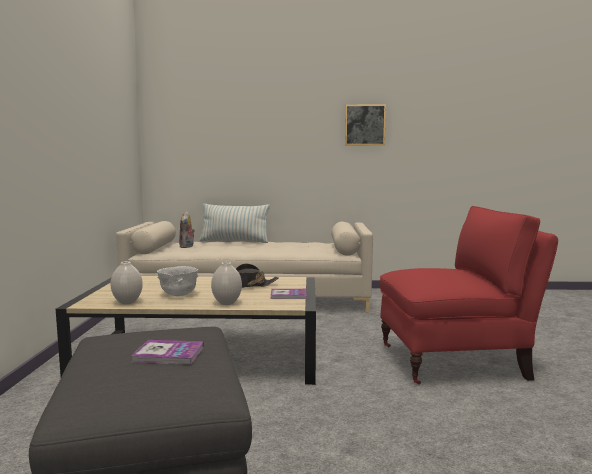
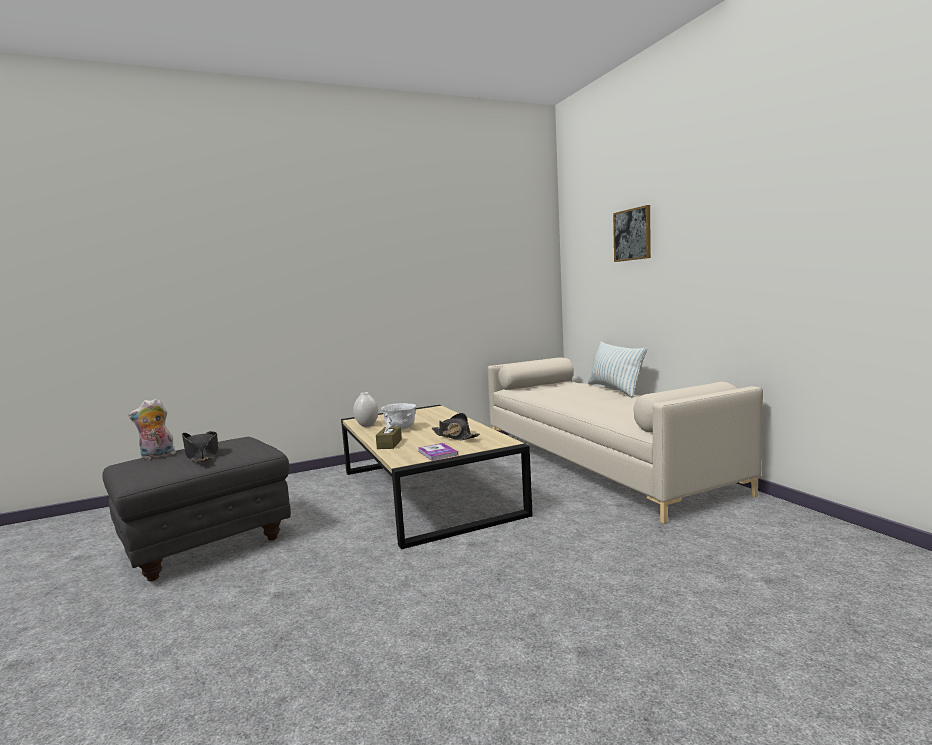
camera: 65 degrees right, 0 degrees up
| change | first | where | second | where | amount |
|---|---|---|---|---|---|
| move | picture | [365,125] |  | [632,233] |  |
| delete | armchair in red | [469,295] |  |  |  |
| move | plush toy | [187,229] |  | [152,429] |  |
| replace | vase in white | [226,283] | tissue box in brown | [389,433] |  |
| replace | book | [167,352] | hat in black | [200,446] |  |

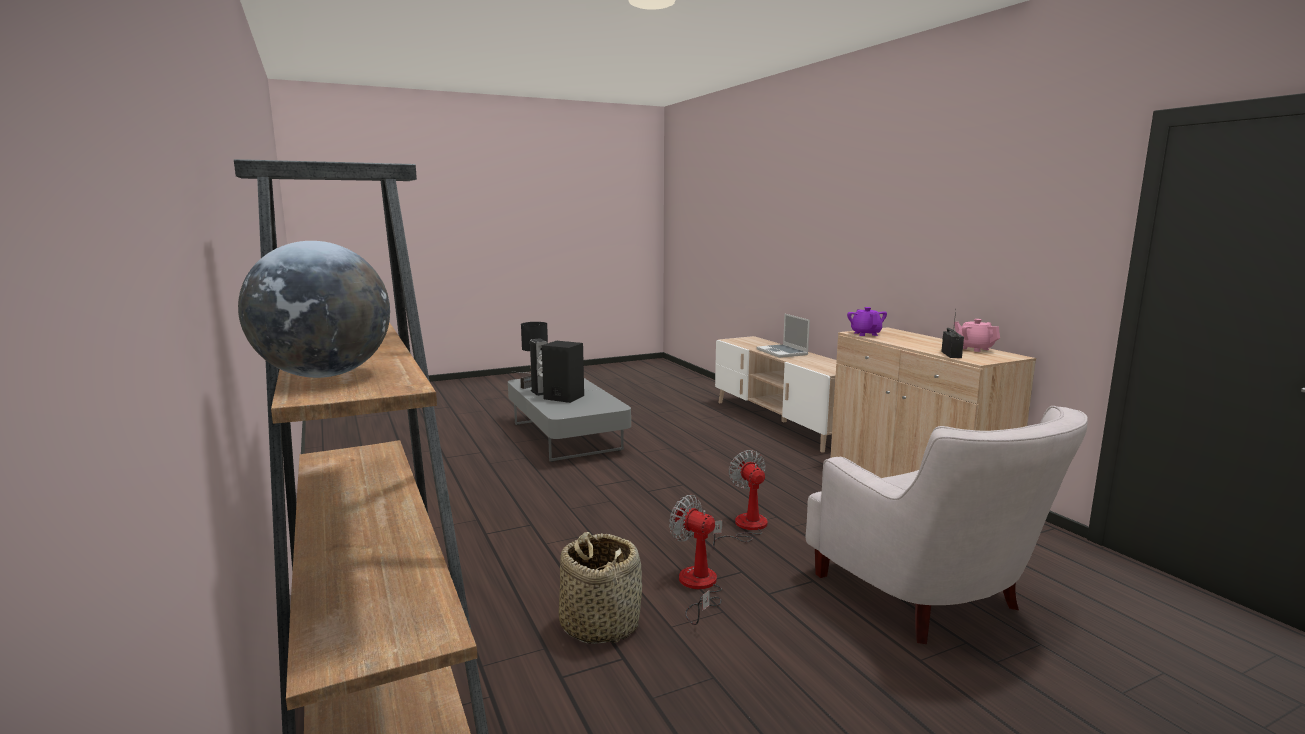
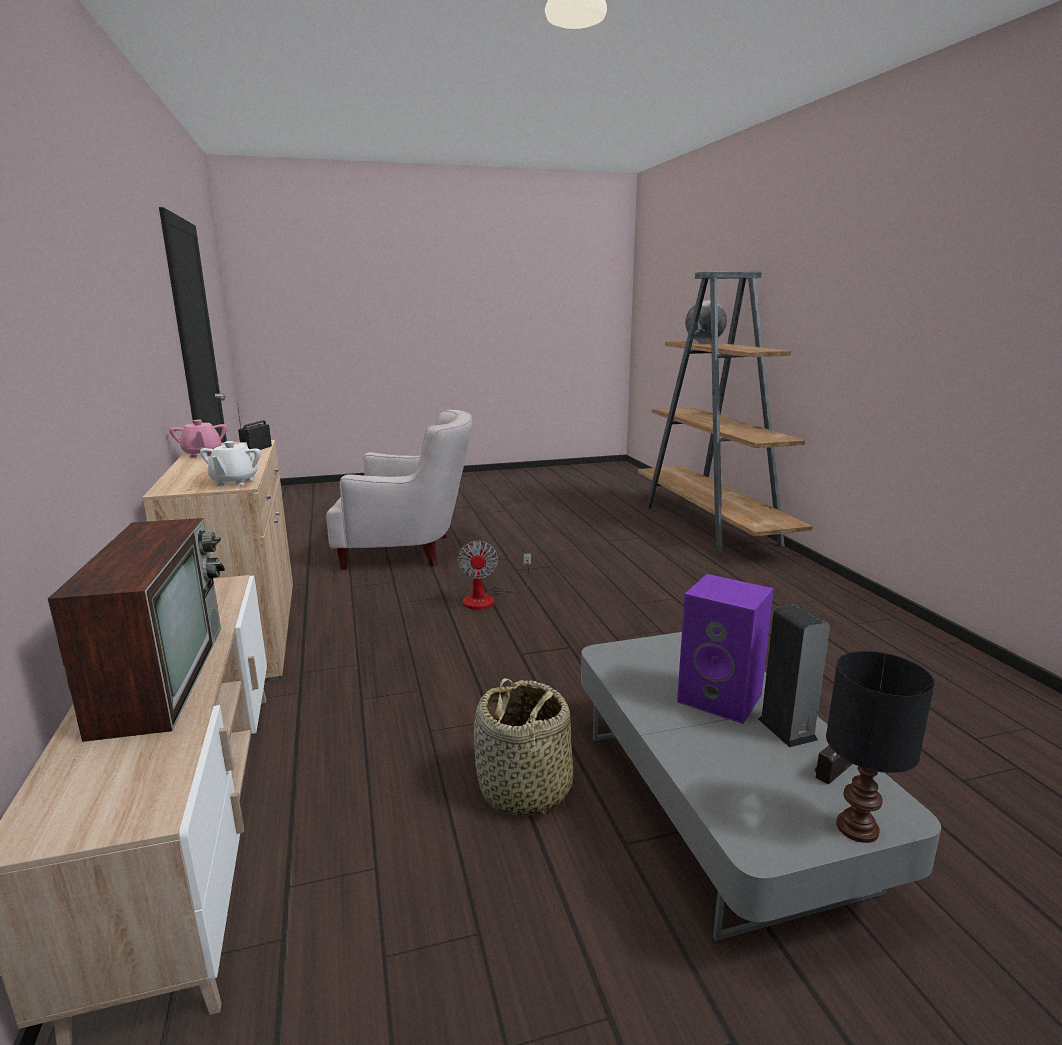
camera: 170 degrees left, 5 degrees up
| change | first | where | second | where | amount |
|---|---|---|---|---|---|
| recolor | teapot in purple | [867,321] | teapot in white | [230,463] |  |
| replace | laptop | [783,336] | television | [136,630] |  |
| recolor | speaker in black | [563,372] | speaker in purple | [725,649] |  |
| rotate | armchair in white | [947,525] |  | [399,489] | 105 degrees clockwise |
| delete | fan | [695,560] |  |  |  |
| move | basket | [600,588] |  | [523,746] |  |

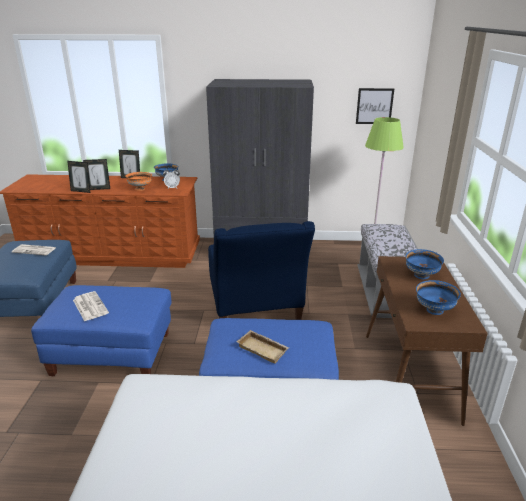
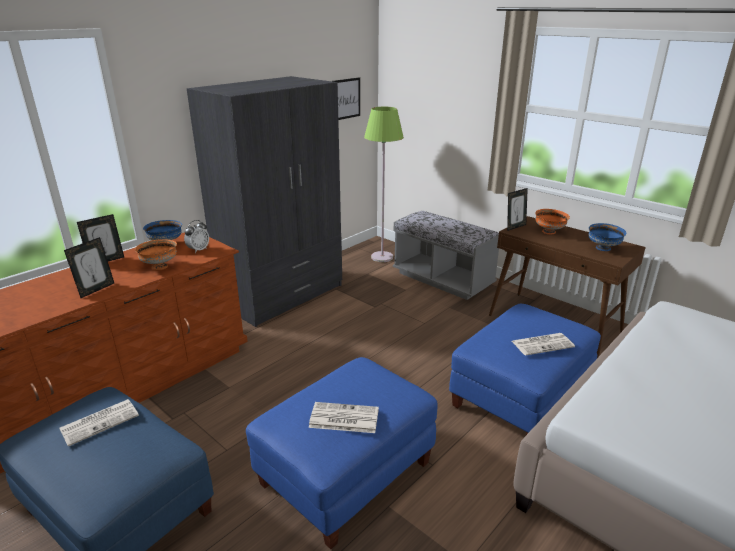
camera: 50 degrees left, 0 degrees up
| change | first | where | second | where | amount |
|---|---|---|---|---|---|
| move | picture frame | [78,177] |  | [517,209] |  |
| delete | armchair in blue | [261,270] |  |  |  |
| recolor | bowl in blue | [425,264] | bowl in orange | [552,222] |  |
| replace | tray in beige | [262,347] | newspaper | [543,344] |  |

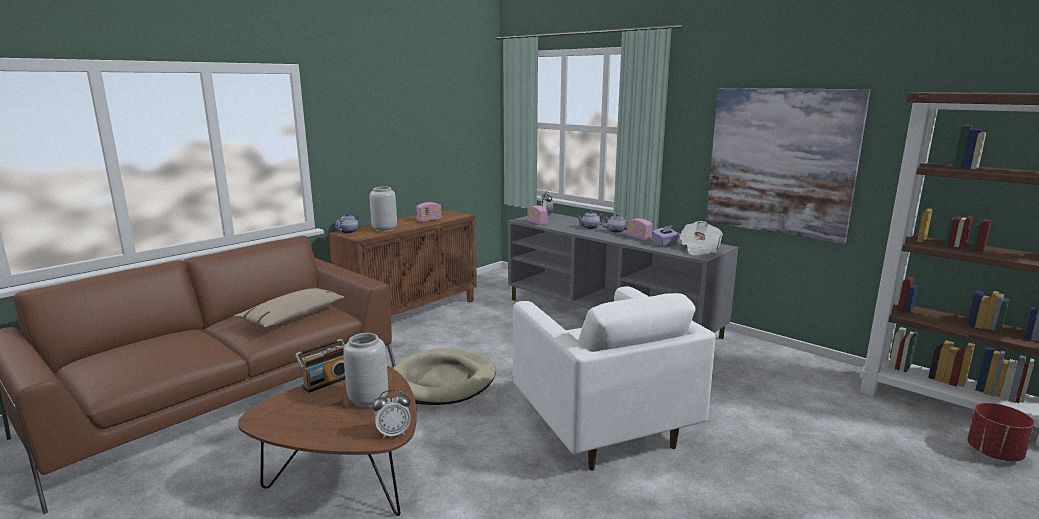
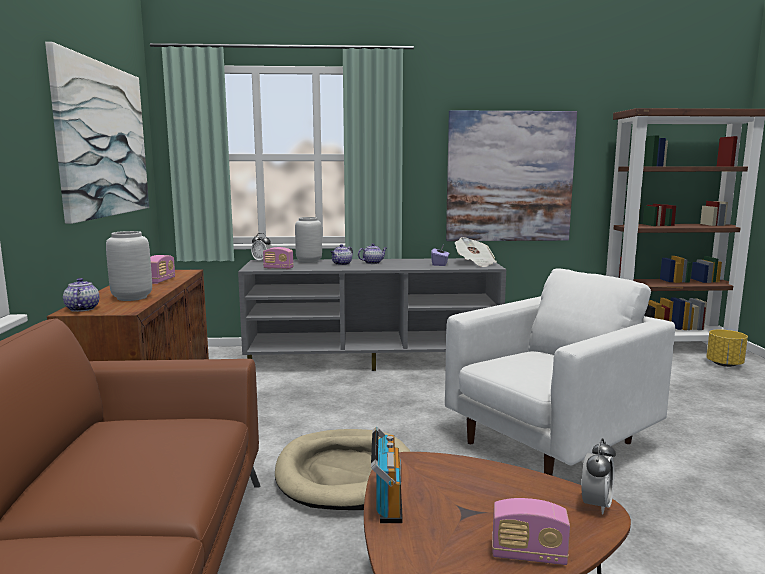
camera: 45 degrees left, 5 degrees down
| change | first | where | second | where | amount |
|---|---|---|---|---|---|
| move | radio | [640,229] |  | [531,531] |  |
| rotate | armchair in white | [614,378] |  | [560,372] | 60 degrees counterclockwise |
| delete | pillow in beige | [289,307] |  |  |  |
| move | vase in grey | [365,370] |  | [308,240] |  |
| recolor | planter in red | [1001,432] | planter in yellow | [727,348] |  |
| insert |  |  | picture | [97,133] |  |

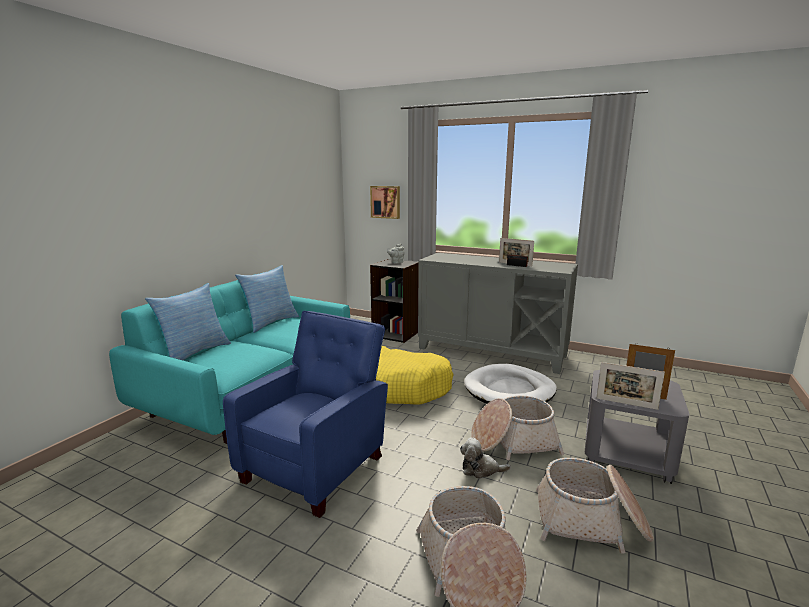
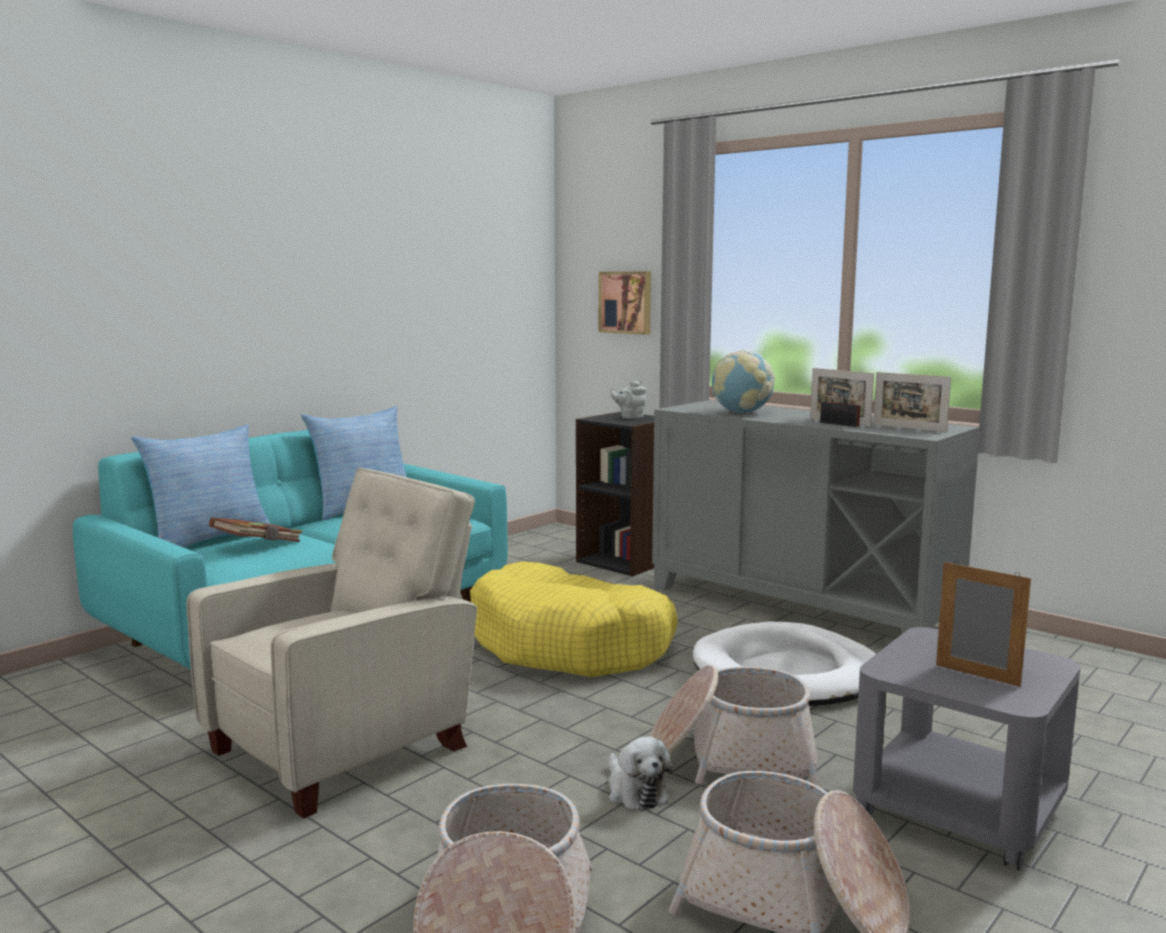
camera: 15 degrees right, 5 degrees down
| change | first | where | second | where | amount |
|---|---|---|---|---|---|
| recolor | armchair in blue | [305,414] | armchair in beige | [332,642] |  |
| move | picture frame | [630,386] |  | [912,402] |  |
| rotate | plush toy | [485,458] |  | [640,773] | 135 degrees counterclockwise |
| insert |  |  | globe | [743,381] |  |
| insert |  |  | book in brown | [255,529] |  |

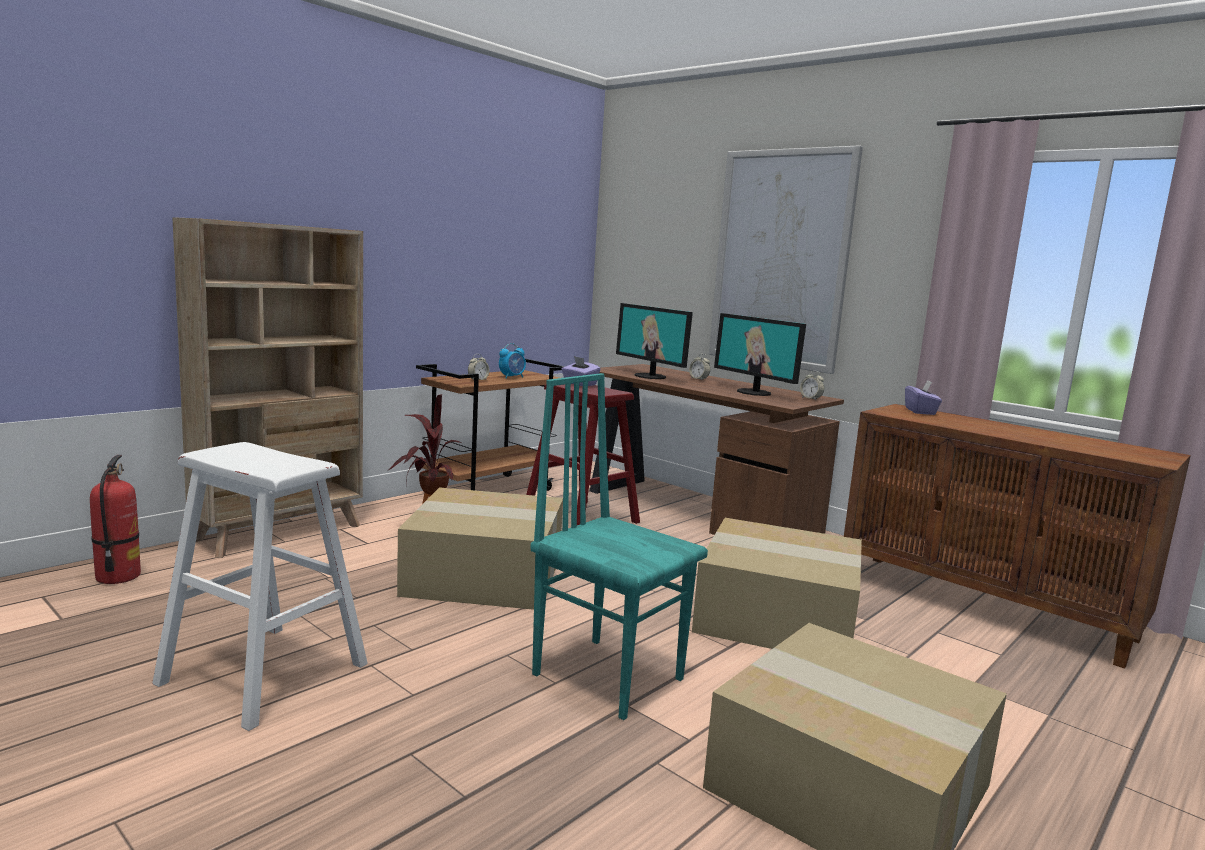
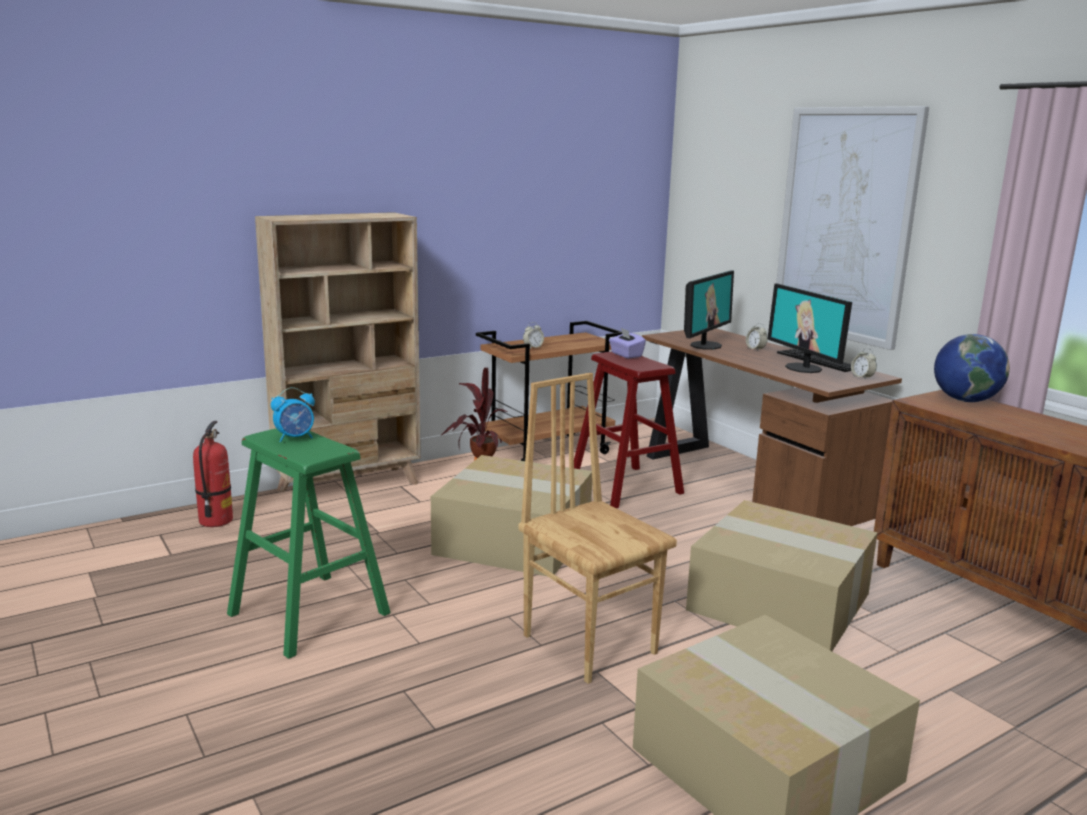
camera: 15 degrees right, 5 degrees up
| change | first | where | second | where | amount |
|---|---|---|---|---|---|
| rotate | monitor | [654,341] |  | [709,309] | 120 degrees counterclockwise |
| move | alarm clock | [512,360] |  | [293,414] |  |
| recolor | chair in turquoise | [619,546] | chair in brown | [597,528] |  |
| replace | tissue box in purple | [923,397] | globe | [972,368] |  |
| recolor | stool in white | [260,586] | stool in green | [309,543] |  |
| insert |  |  | keyboard | [814,360] |  |

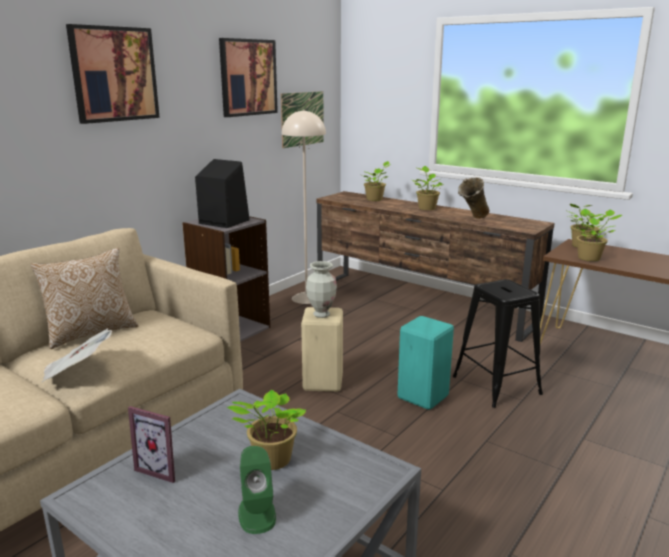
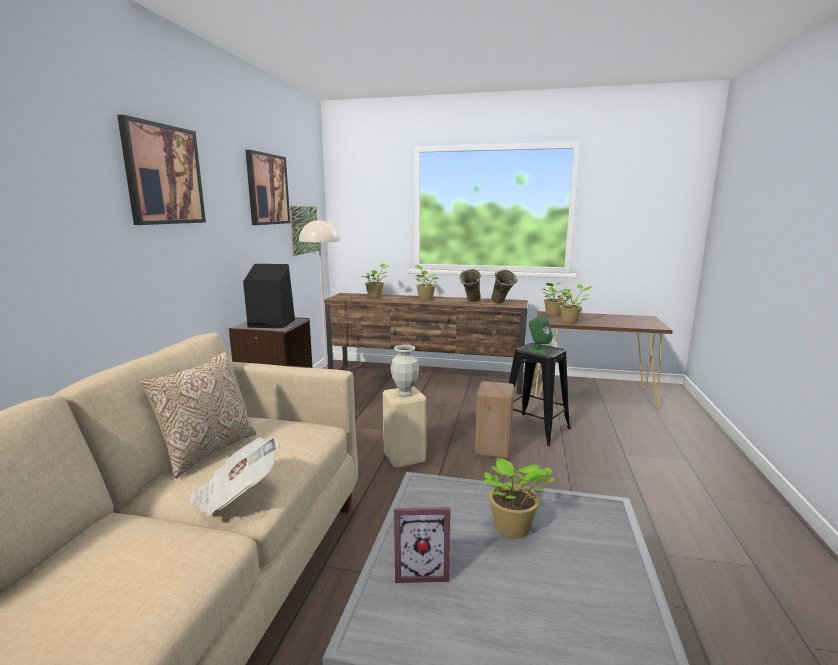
camera: 25 degrees left, 5 degrees down
| change | first | where | second | where | amount |
|---|---|---|---|---|---|
| recolor | stool in turquoise | [425,363] | stool in beige | [494,420] |  |
| move | speaker in green | [257,490] |  | [540,334] |  |
| insert |  |  | vase in beige | [504,286] |  |

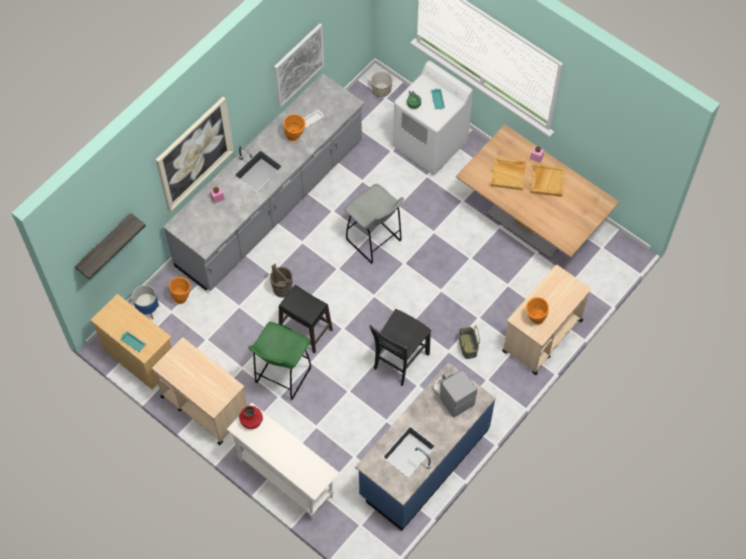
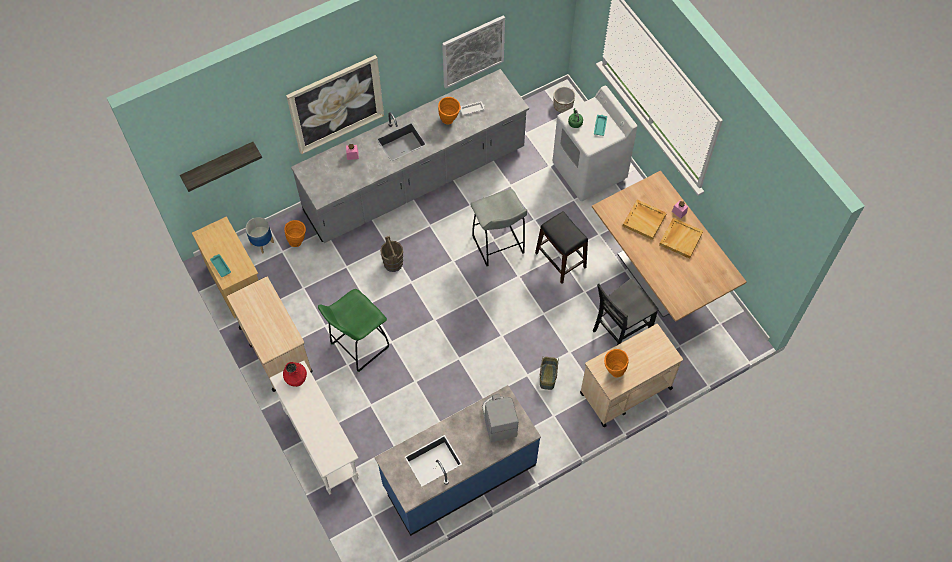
camera: 20 degrees right, 0 degrees up
| change | first | where | second | where | amount |
|---|---|---|---|---|---|
| move | stool in black | [306,319] |  | [561,247] |  |
| move | chair in black | [400,347] |  | [625,312] |  |

